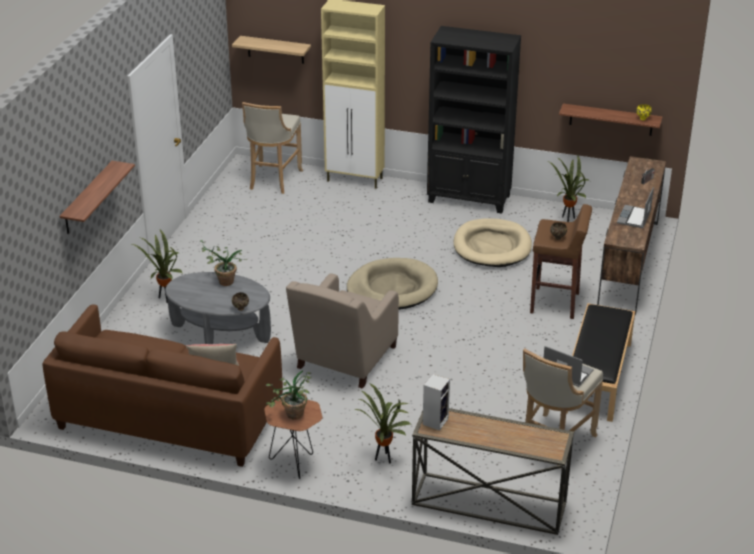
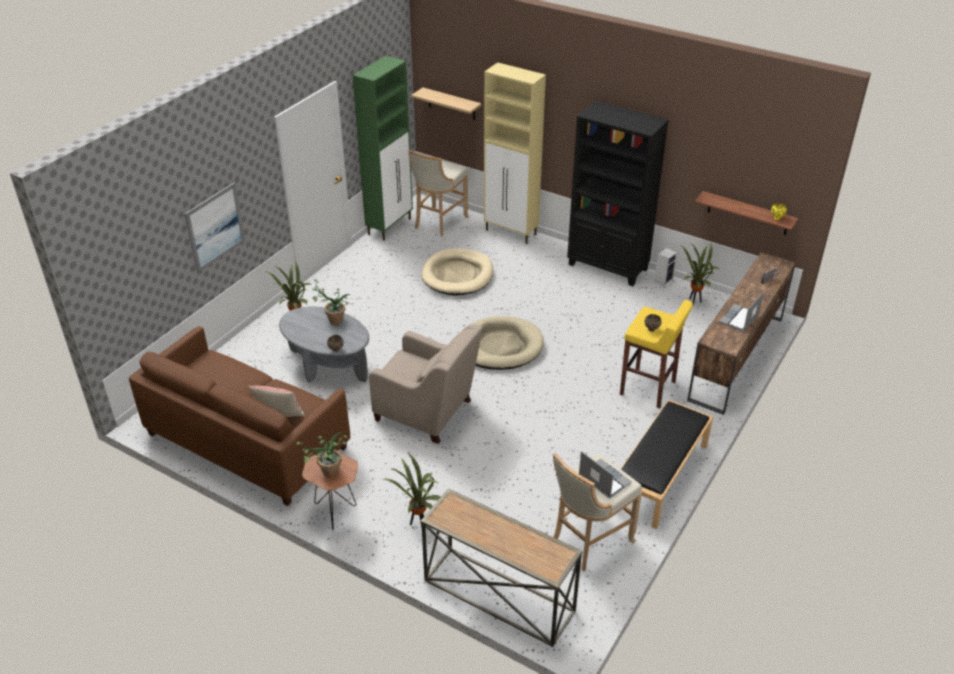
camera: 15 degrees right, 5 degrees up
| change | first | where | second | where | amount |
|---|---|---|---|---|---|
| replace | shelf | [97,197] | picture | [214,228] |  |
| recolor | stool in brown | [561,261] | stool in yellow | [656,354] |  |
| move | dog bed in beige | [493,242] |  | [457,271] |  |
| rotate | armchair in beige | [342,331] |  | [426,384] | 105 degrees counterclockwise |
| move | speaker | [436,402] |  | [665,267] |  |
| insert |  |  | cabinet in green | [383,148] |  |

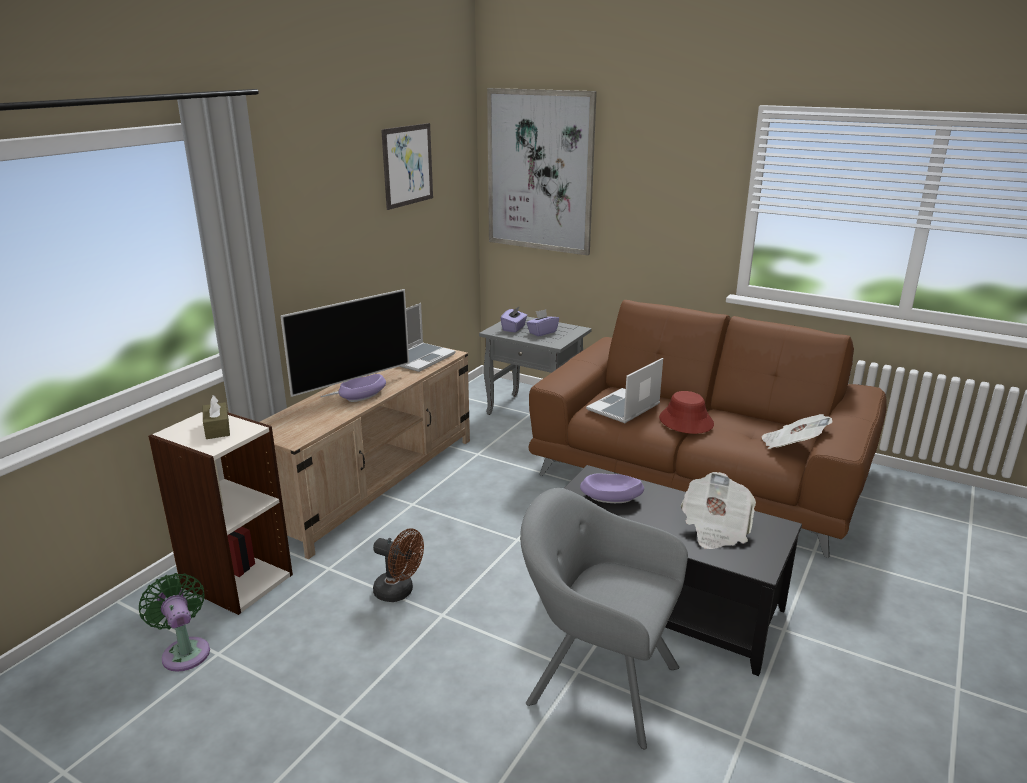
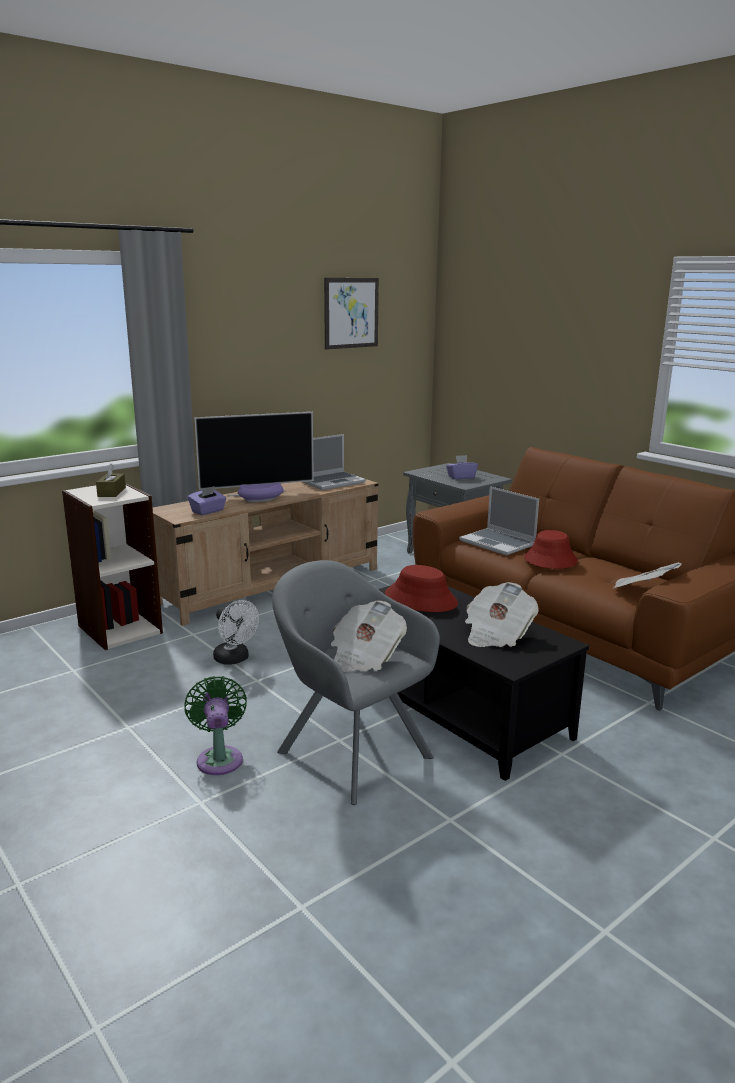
camera: 20 degrees right, 5 degrees down
| change | first | where | second | where | amount |
|---|---|---|---|---|---|
| delete | picture | [542,172] |  |  |  |
| move | tissue box in purple | [513,319] |  | [207,500] |  |
| rotate | laptop | [624,390] |  | [499,521] | 105 degrees counterclockwise |
| replace | bowl in purple | [612,488] | hat in red | [421,588] |  |
| recolor | fan in brown | [398,565] | fan in white | [236,632] |  |
| move | fan in green | [174,622] |  | [216,725] |  |
| insert |  |  | newspaper | [369,636] |  |

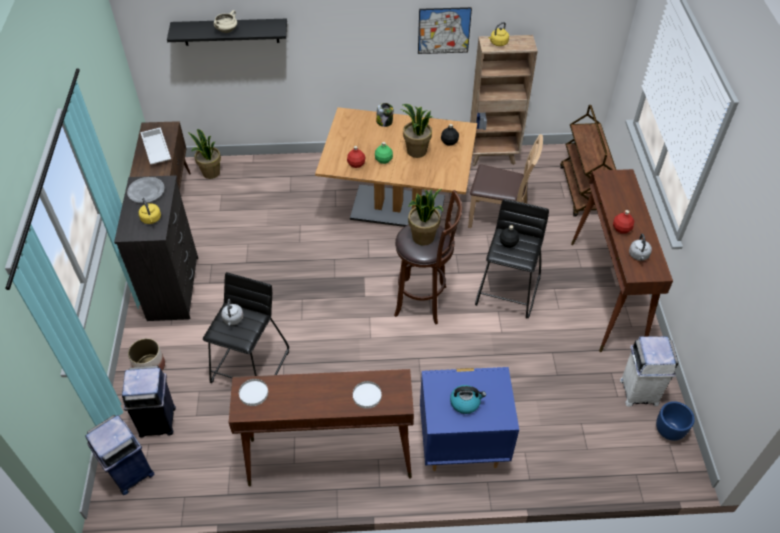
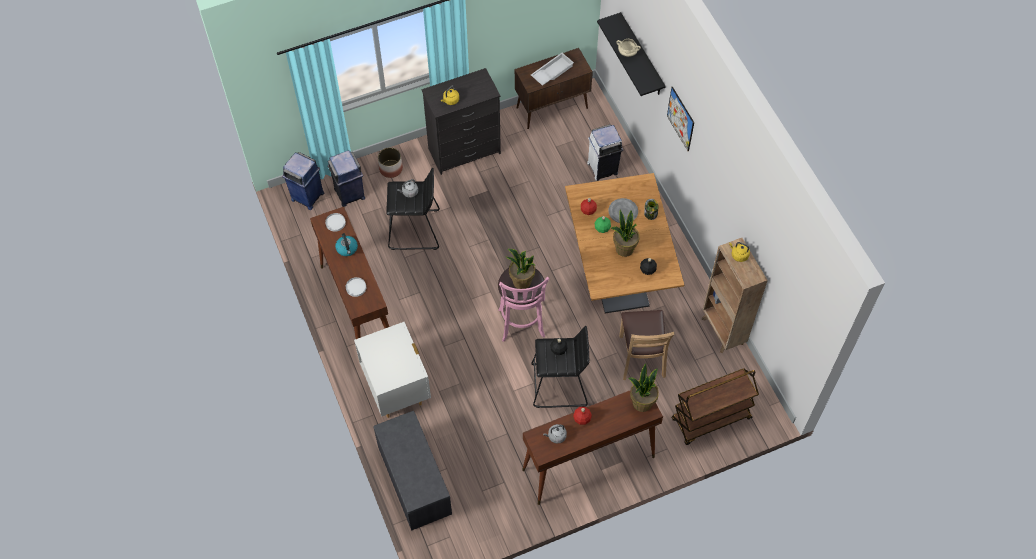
camera: 70 degrees right, 10 degrees up
| change | first | where | second | where | amount |
|---|---|---|---|---|---|
| move | picture | [445,30] |  | [680,119] |  |
| move | potted plant | [204,154] |  | [644,387] |  |
| move | plate in grey | [146,190] |  | [623,211] |  |
| recolor | stool in brown | [428,257] | stool in pink | [523,305] |  |
| move | trash can in white | [649,371] |  | [605,152] |  |
| recolor | nightstand in blue | [469,419] | nightstand in white | [392,370] |  |
| move | kettle | [468,399] |  | [346,244] |  |
| delete | planter in blue | [675,421] |  |  |  |
| insert |  |  | bench in grey | [412,471] |  |

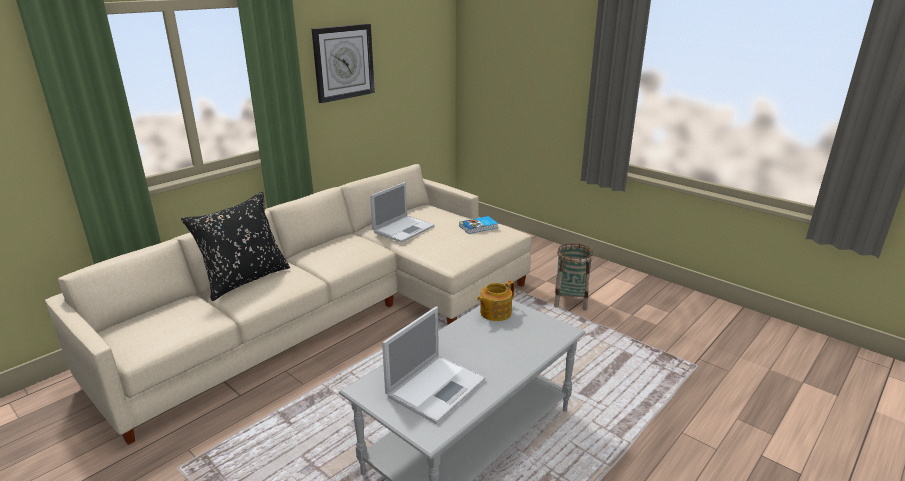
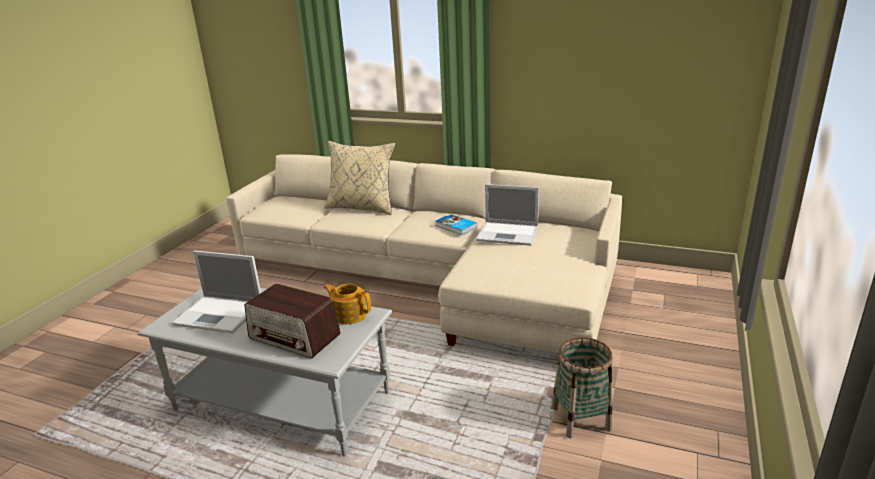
camera: 70 degrees right, 0 degrees up
| change | first | where | second | where | amount |
|---|---|---|---|---|---|
| delete | wall clock | [343,63] |  |  |  |
| recolor | pillow in black | [235,246] | pillow in beige | [359,178] |  |
| move | book | [478,225] |  | [456,224] |  |
| insert |  |  | radio | [292,321] |  |

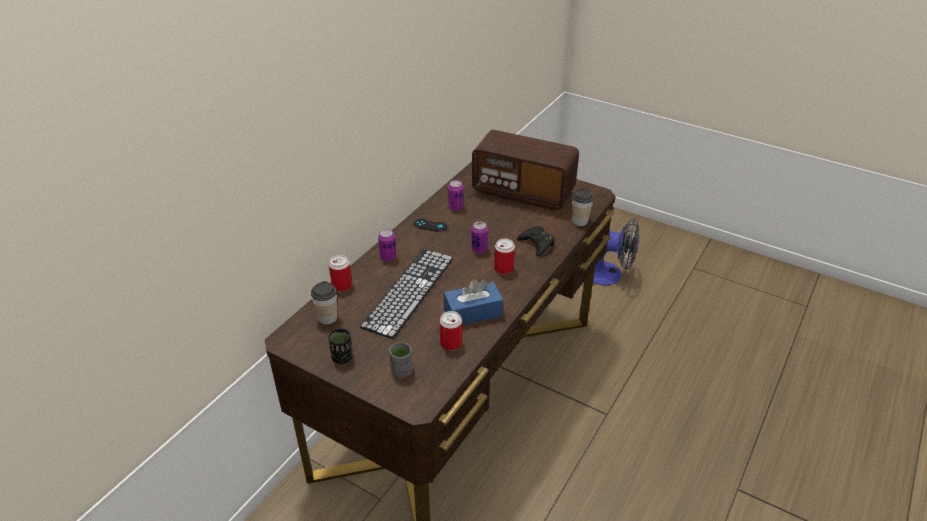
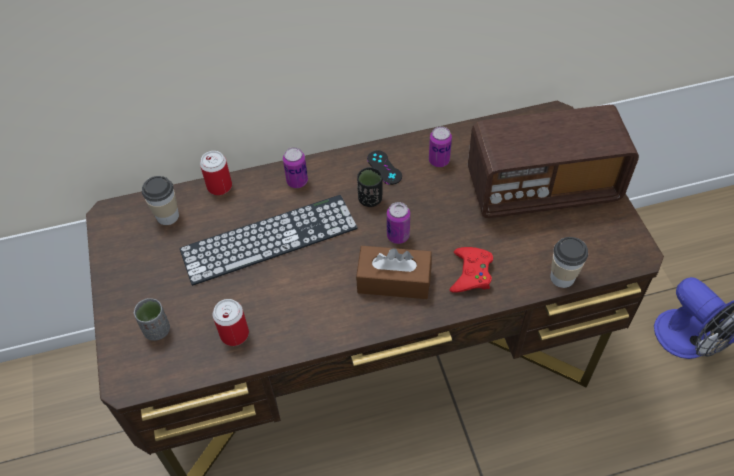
camera: 45 degrees right, 15 degrees up
| change | first | where | second | where | amount |
|---|---|---|---|---|---|
| rotate | radio | [525,170] |  | [553,161] | 75 degrees counterclockwise |
| recolor | game controller in black | [536,241] | game controller in red | [471,269] |  |
| replace | can | [504,256] | tissue box in brown | [394,272] |  |
| delete | tissue box in blue | [473,302] |  |  |  |
| move | cup in black | [340,346] |  | [370,187] |  |

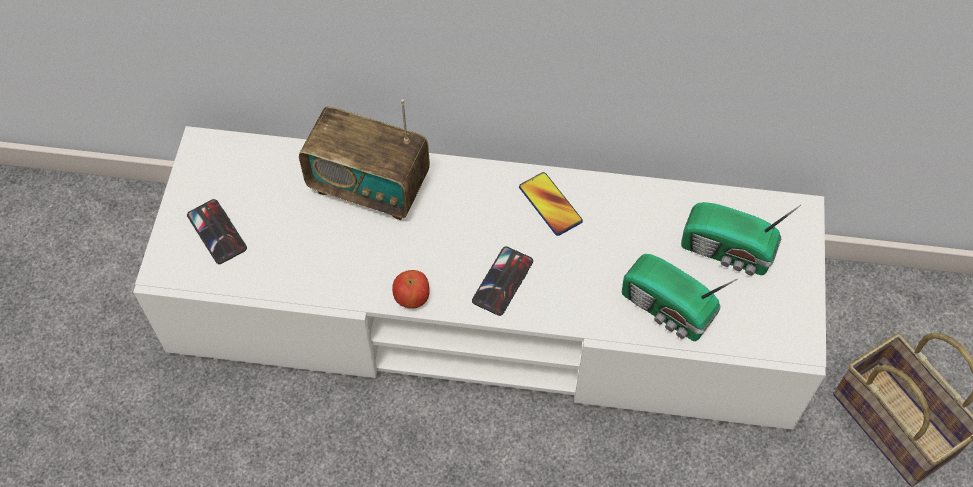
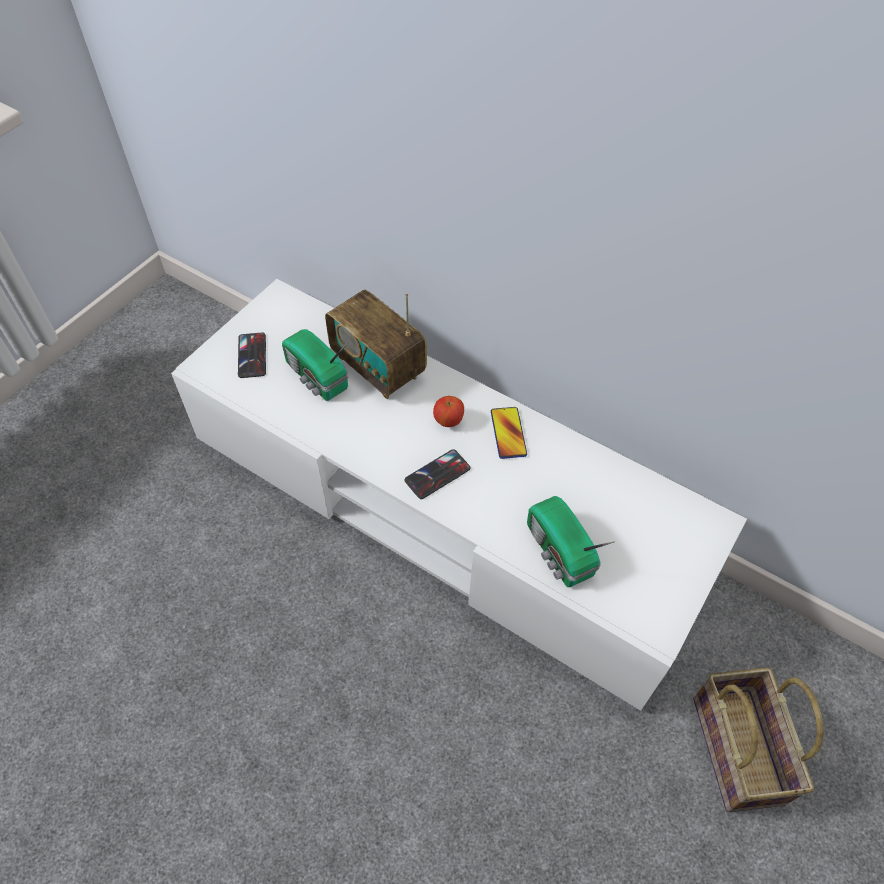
camera: 25 degrees right, 5 degrees down
| change | first | where | second | where | amount |
|---|---|---|---|---|---|
| move | radio | [741,238] |  | [315,365] |  |
| move | apple | [411,289] |  | [448,411] |  |

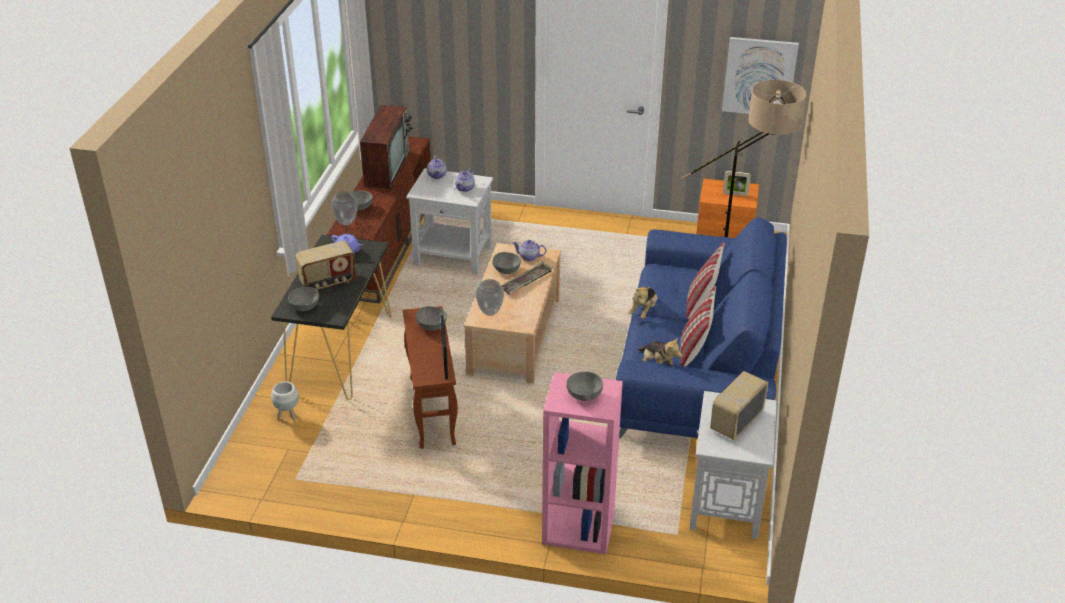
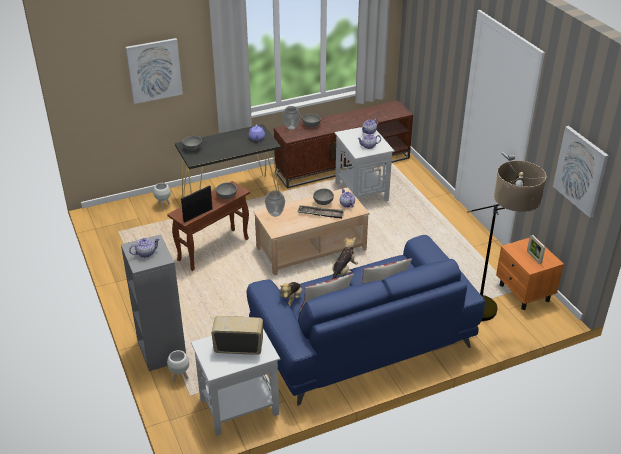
camera: 55 degrees right, 0 degrees up
| change | first | where | second | where | amount |
|---|---|---|---|---|---|
| delete | television | [386,147] |  |  |  |
| delete | radio | [325,265] |  |  |  |
| rotate | plush toy | [643,303] |  | [345,258] | 135 degrees clockwise |
| replace | bowl in grey | [584,386] | teapot | [144,248] |  |
| recolor | bookcase in pink | [582,463] | bookcase in grey | [153,302] |  |
| insert |  |  | picture | [154,71] |  |
| insert |  |  | planter in white | [178,366] |  |

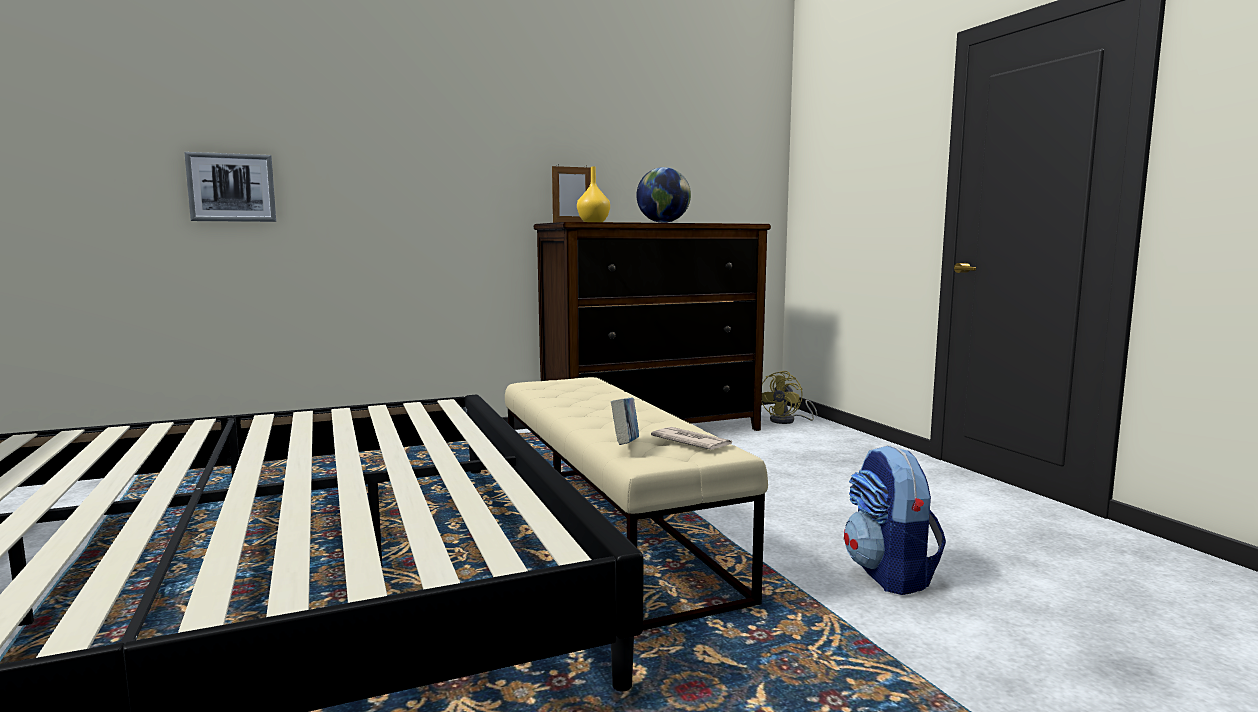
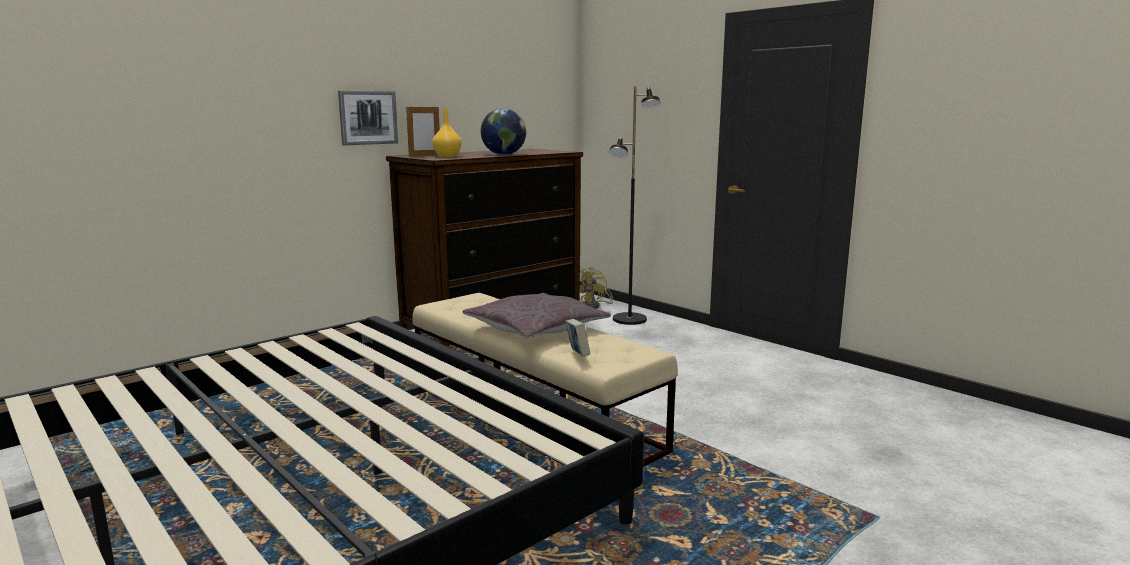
camera: 20 degrees left, 5 degrees up
| change | first | where | second | where | amount |
|---|---|---|---|---|---|
| move | picture | [230,187] |  | [368,118] |  |
| delete | newspaper | [691,438] |  |  |  |
| delete | backpack | [895,520] |  |  |  |
| insert |  |  | floor lamp in black | [635,205] |  |
| insert |  |  | pillow in grey | [537,315] |  |

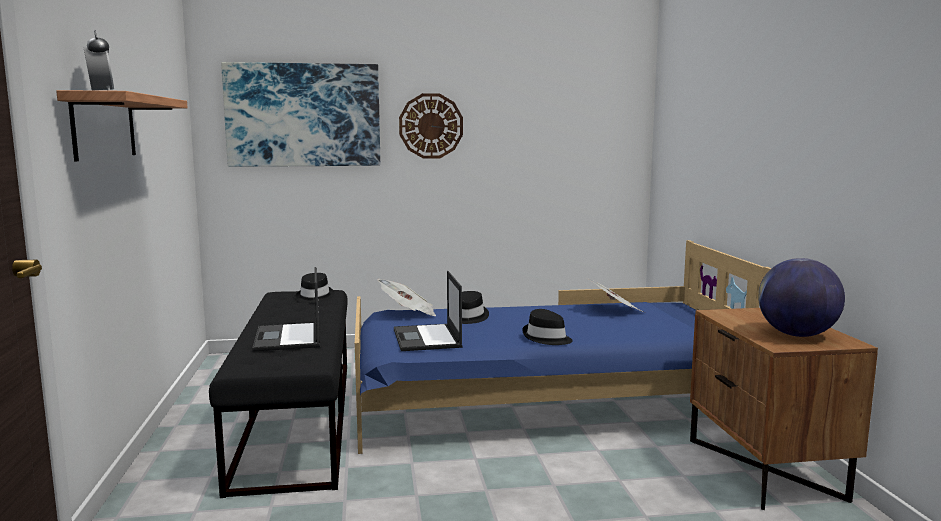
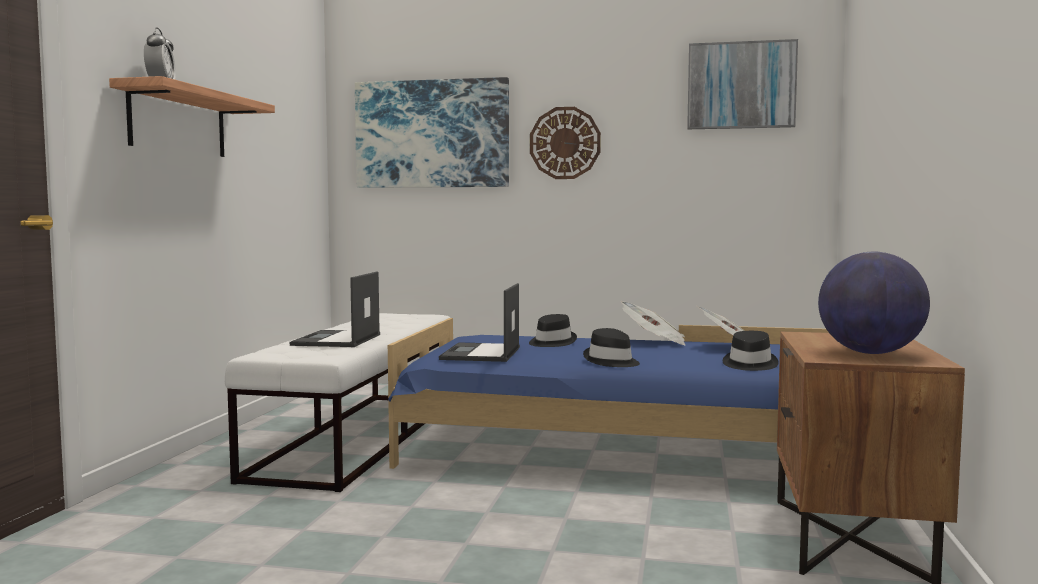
camera: 20 degrees right, 5 degrees down
| change | first | where | second | where | amount |
|---|---|---|---|---|---|
| move | hat in black | [314,288] |  | [751,351] |  |
| move | newspaper | [406,297] |  | [653,323] |  |
| recolor | bench in black | [278,394] | bench in white | [337,402] |  |
| insert |  |  | picture | [742,84] |  |

